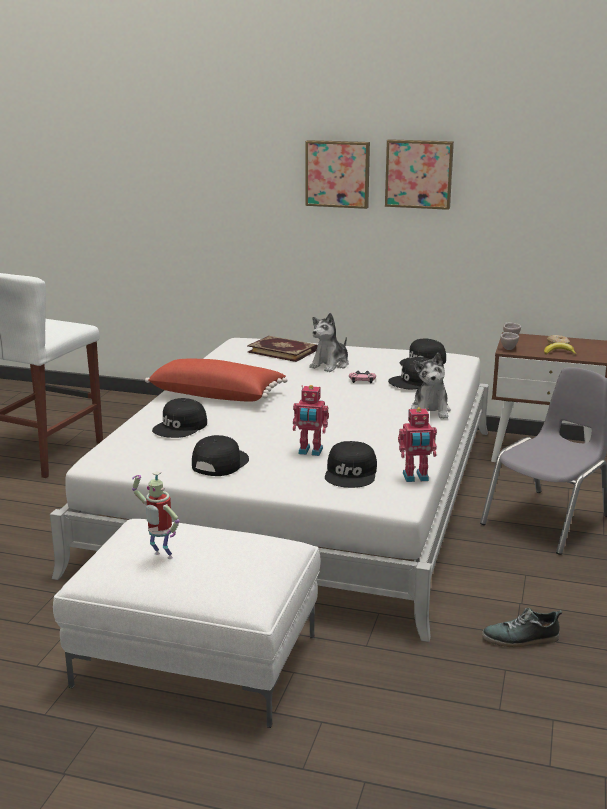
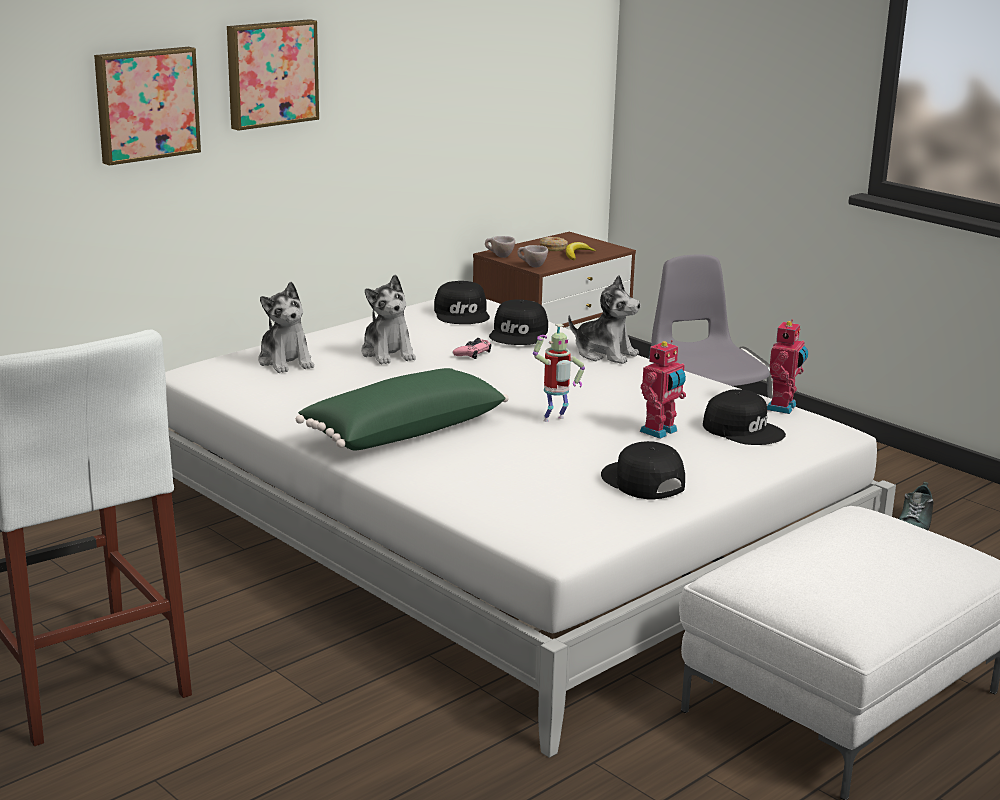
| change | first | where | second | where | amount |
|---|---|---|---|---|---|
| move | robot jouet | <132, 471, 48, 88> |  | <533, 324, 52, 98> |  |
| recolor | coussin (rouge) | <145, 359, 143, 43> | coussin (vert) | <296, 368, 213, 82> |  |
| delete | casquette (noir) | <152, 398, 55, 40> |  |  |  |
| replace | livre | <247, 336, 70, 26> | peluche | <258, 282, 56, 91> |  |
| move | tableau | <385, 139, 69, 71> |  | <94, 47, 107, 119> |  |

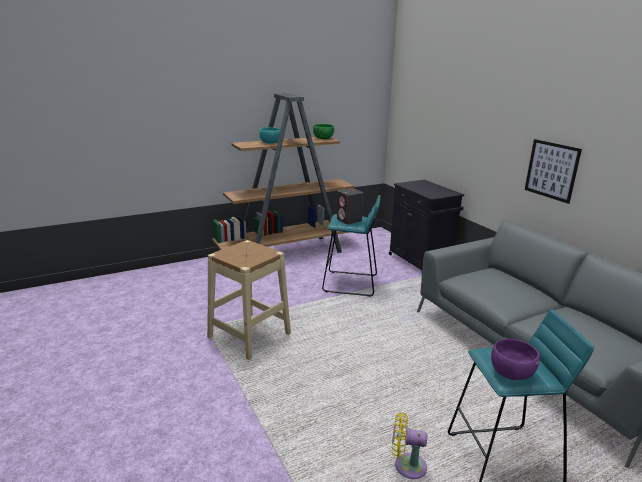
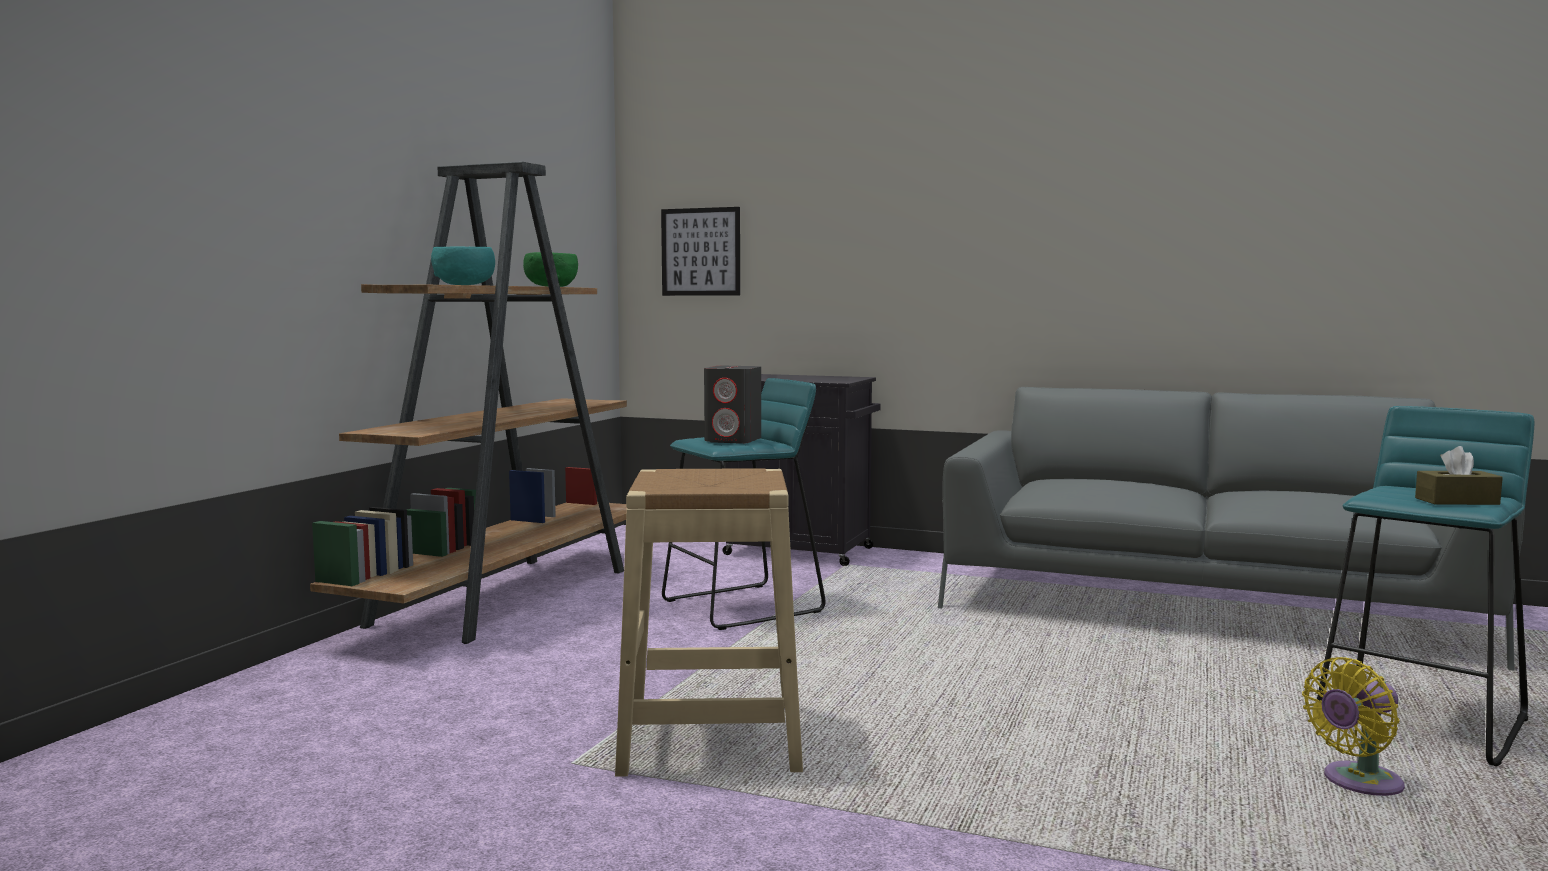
| change | first | where | second | where | amount |
|---|---|---|---|---|---|
| replace | bol (violet) | <491, 339, 49, 41> | boîte à mouchoirs (marron) | <1415, 446, 88, 59> |  |
| move | tableau | <525, 139, 57, 65> |  | <661, 207, 79, 89> |  |

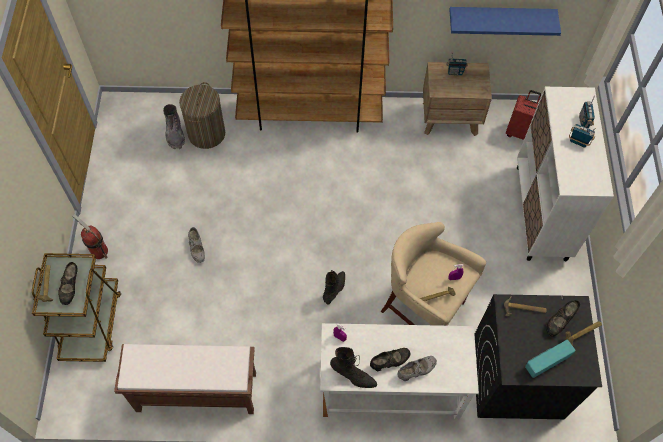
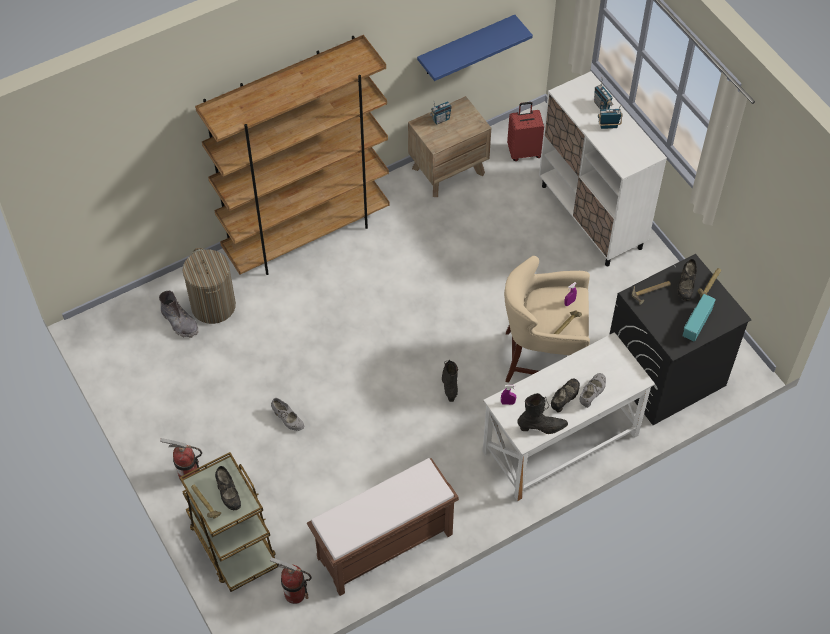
| change | first | where | second | where | amount |
|---|---|---|---|---|---|
| insert |  |  | extincteur | <270, 557, 42, 47> |  |

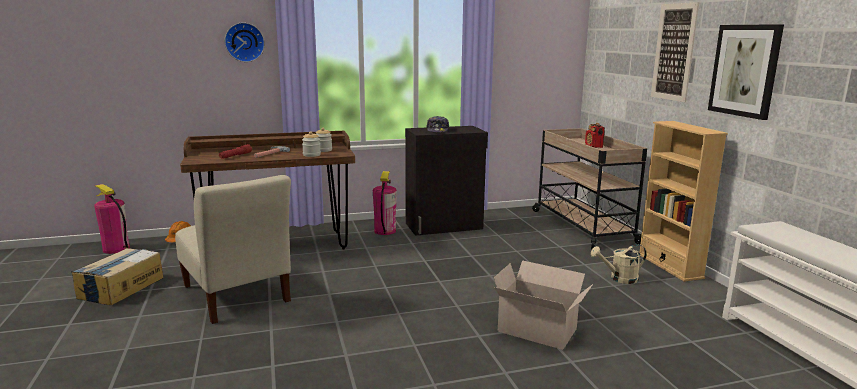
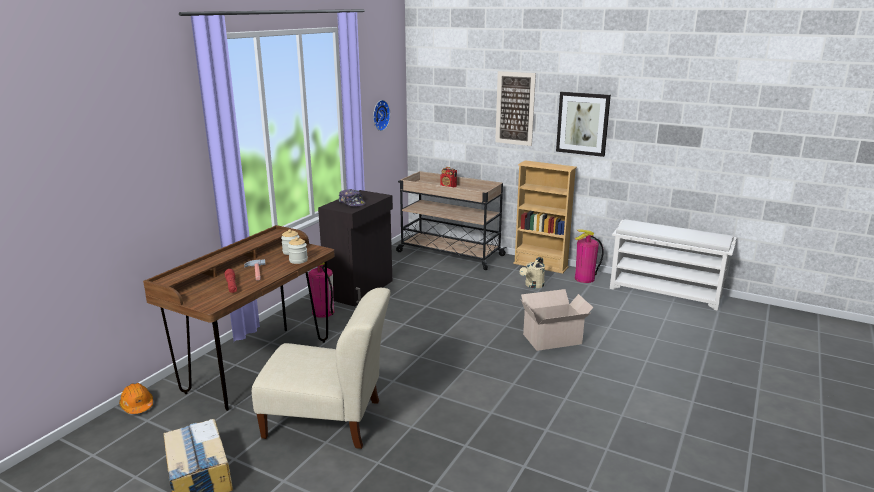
| change | first | where | second | where | amount |
|---|---|---|---|---|---|
| move | extincteur | <94, 184, 36, 70> |  | <575, 230, 29, 53> |  |
| move | horloge murale | <224, 22, 41, 40> |  | <373, 100, 17, 31> |  |

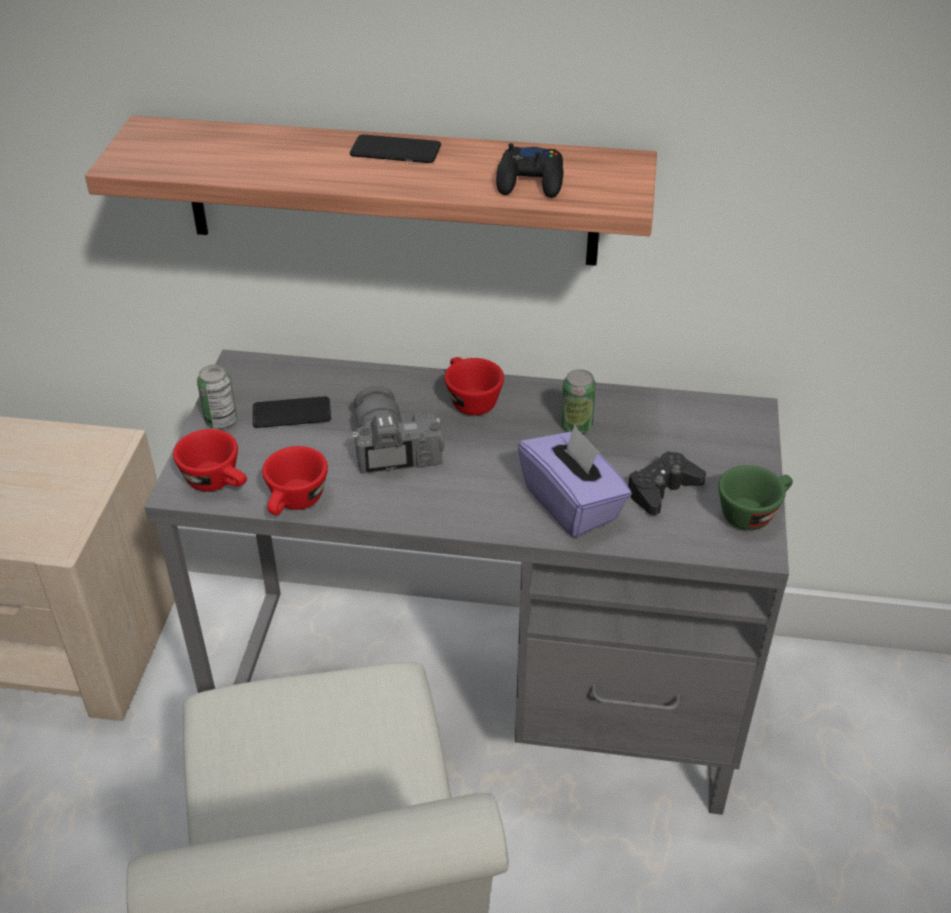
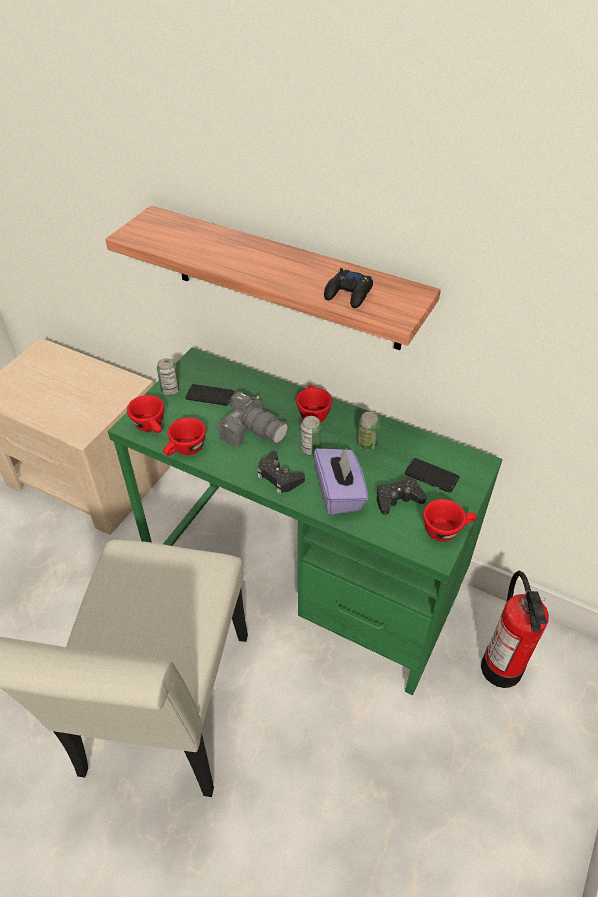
| change | first | where | second | where | amount |
|---|---|---|---|---|---|
| recolor | bureau (gris) | <144, 349, 645, 466> | bureau (vert) | <108, 348, 395, 347> |  |
| move | téléphone | <350, 134, 91, 29> |  | <405, 458, 54, 35> |  |
| rotate | appareil photo | <352, 386, 93, 88> |  | <217, 391, 71, 55> | 120 degrees clockwise |
| recolor | tasse (vert) | <718, 465, 75, 65> | tasse (rouge) | <423, 499, 53, 43> |  |
| insert |  |  | manette (noir) | <258, 452, 47, 42> |  |
| insert |  |  | boîte métallique | <301, 416, 21, 39> |  |
| insert |  |  | extincteur | <481, 571, 68, 117> |  |

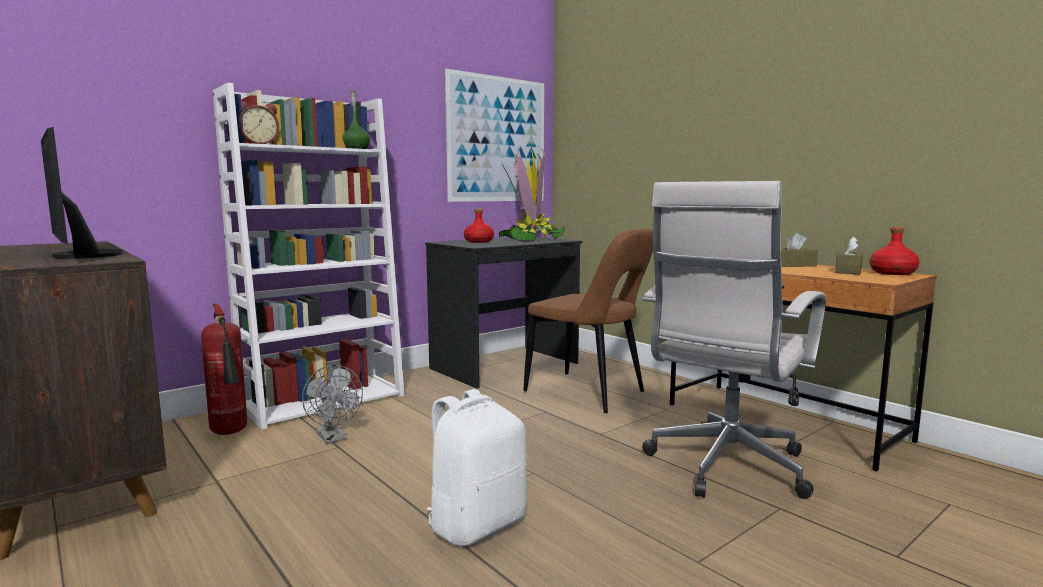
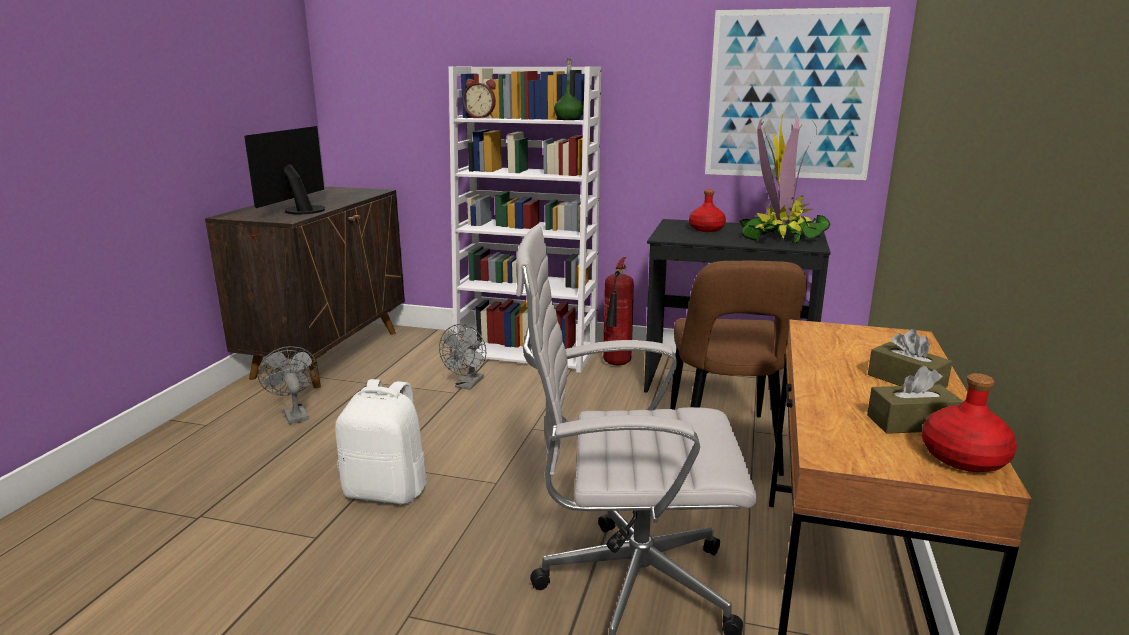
| change | first | where | second | where | amount |
|---|---|---|---|---|---|
| move | extincteur | <201, 304, 46, 131> |  | <603, 257, 31, 108> |  |
| insert |  |  | ventilateur (gris) | <258, 346, 59, 78> |  |

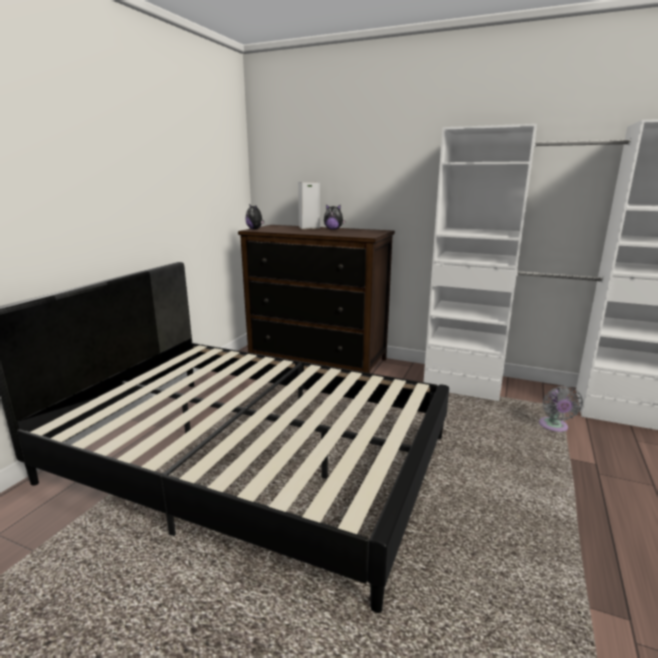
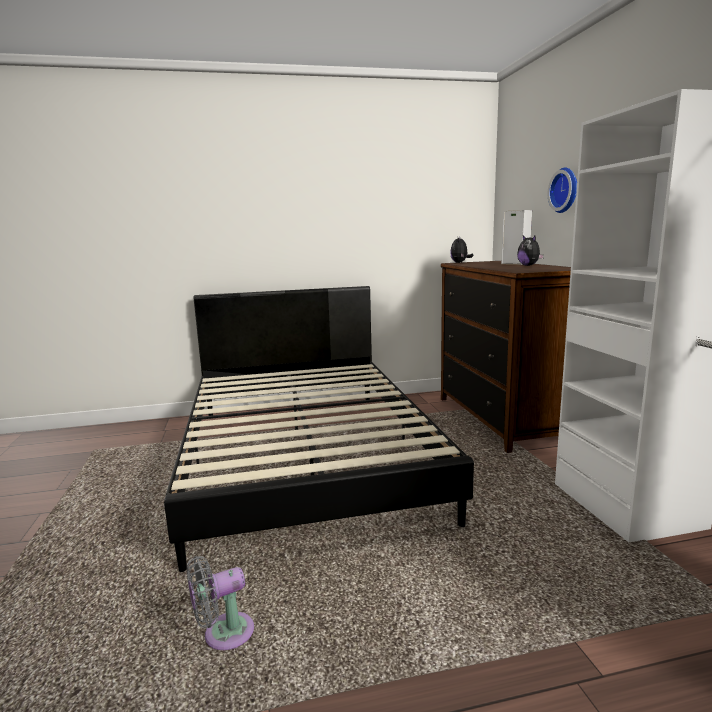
| change | first | where | second | where | amount |
|---|---|---|---|---|---|
| move | ventilateur (gris) | <539, 386, 44, 46> |  | <187, 556, 67, 94> |  |
| insert |  |  | horloge murale | <548, 168, 29, 45> |  |

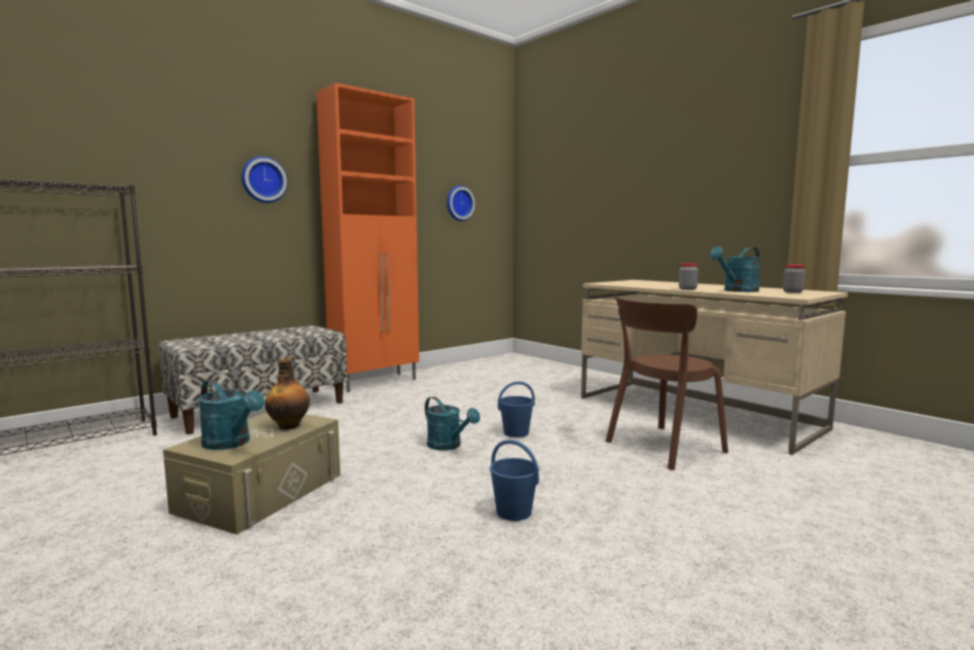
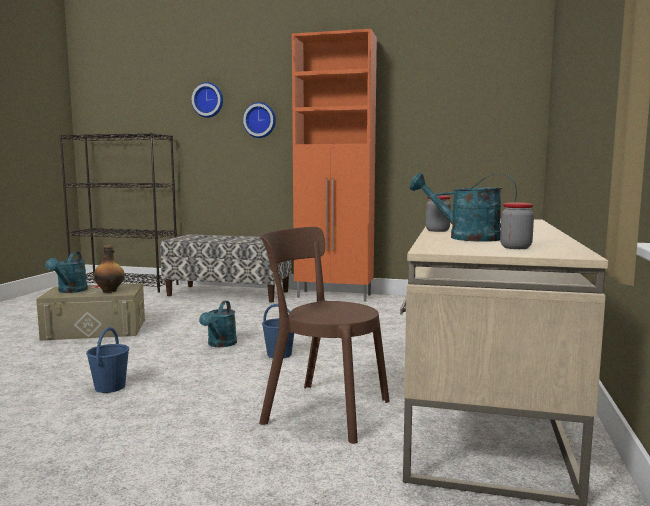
| change | first | where | second | where | amount |
|---|---|---|---|---|---|
| move | horloge murale | <447, 186, 28, 35> |  | <192, 82, 31, 36> |  |

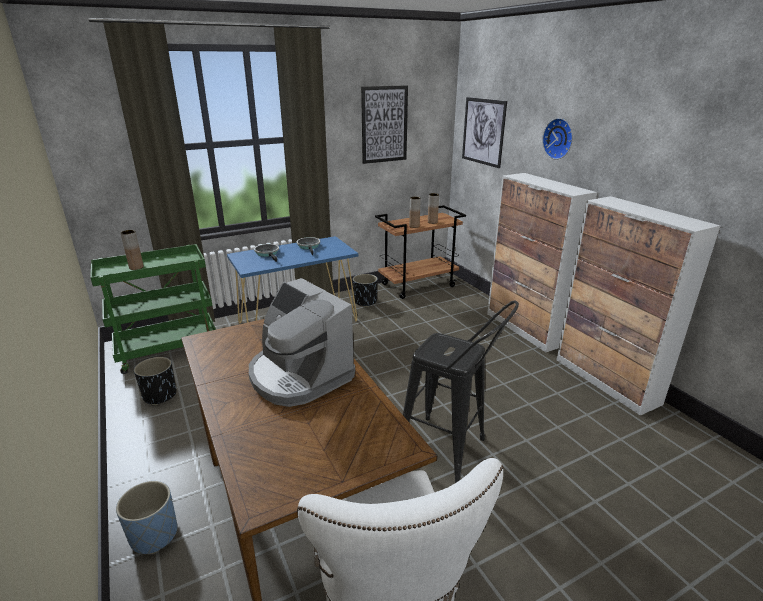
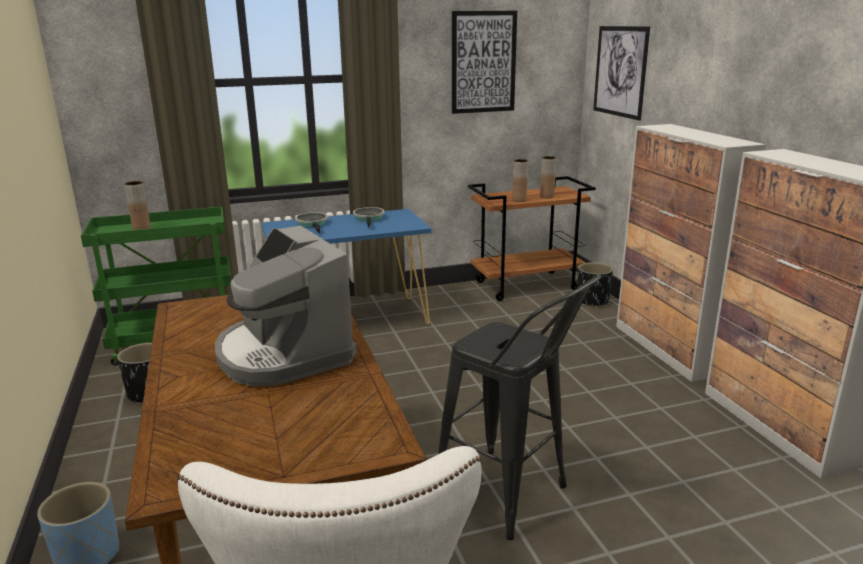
| change | first | where | second | where | amount |
|---|---|---|---|---|---|
| move | cache-pot (noir) | <353, 274, 25, 33> |  | <577, 262, 36, 45> |  |
| delete | horloge murale | <542, 118, 31, 42> |  |  |  |

